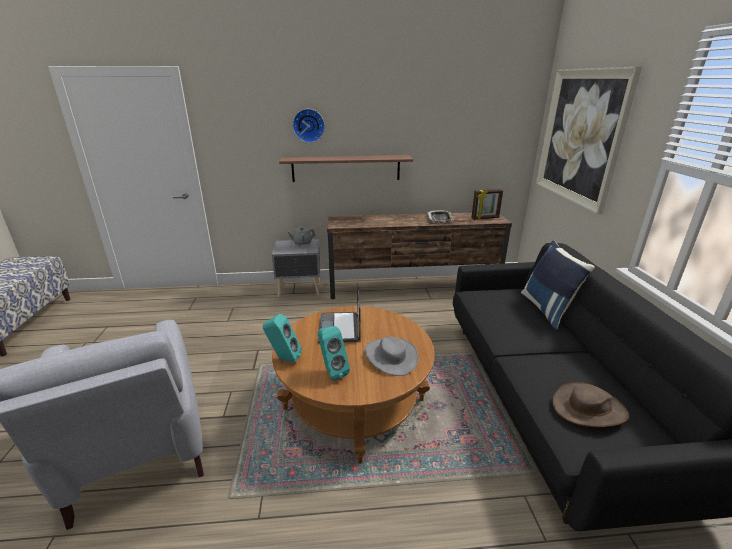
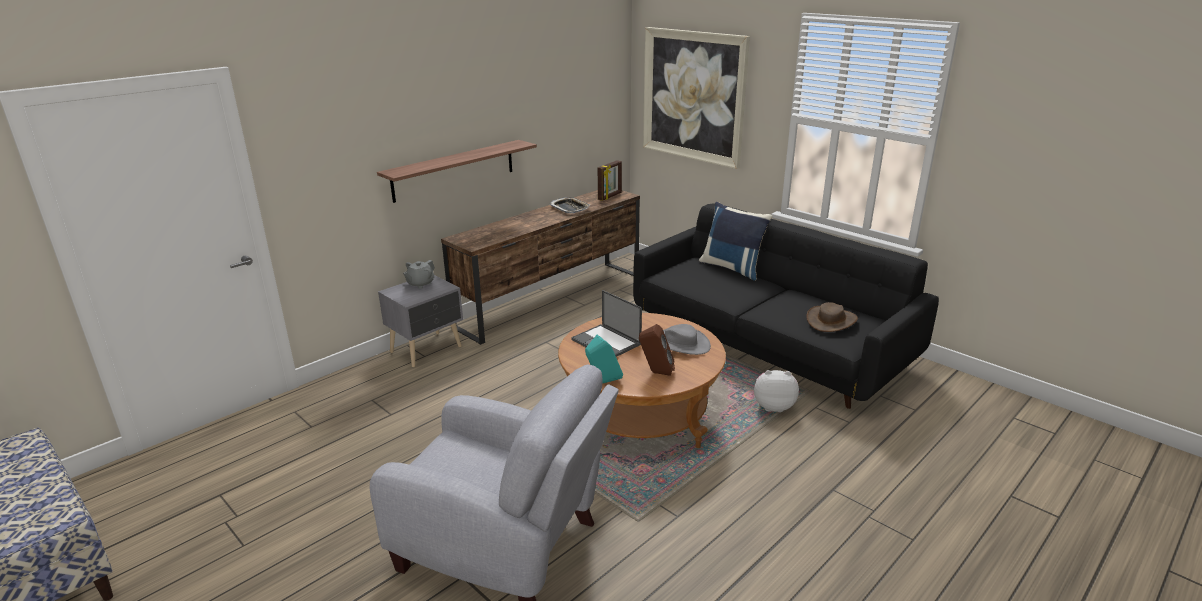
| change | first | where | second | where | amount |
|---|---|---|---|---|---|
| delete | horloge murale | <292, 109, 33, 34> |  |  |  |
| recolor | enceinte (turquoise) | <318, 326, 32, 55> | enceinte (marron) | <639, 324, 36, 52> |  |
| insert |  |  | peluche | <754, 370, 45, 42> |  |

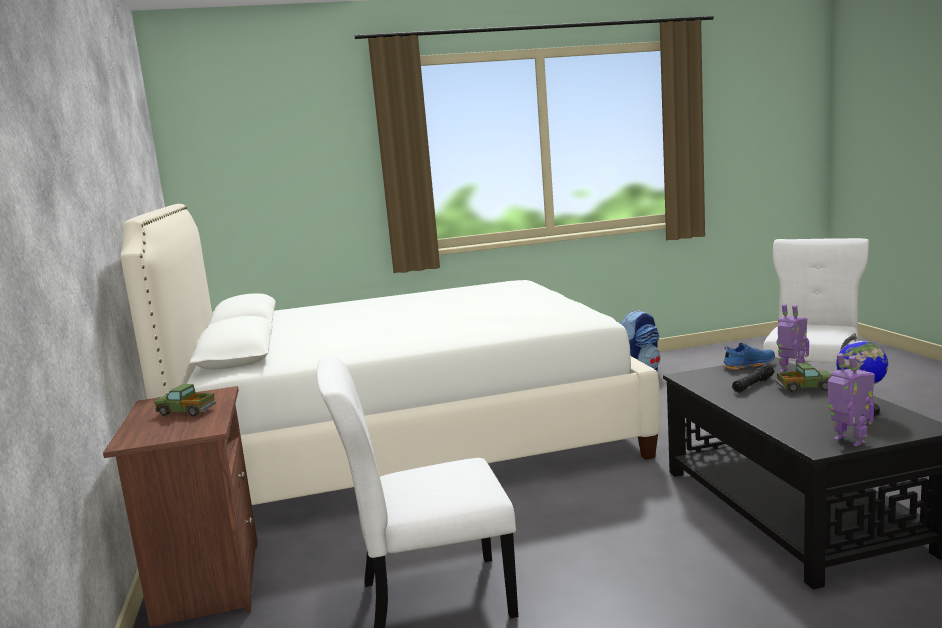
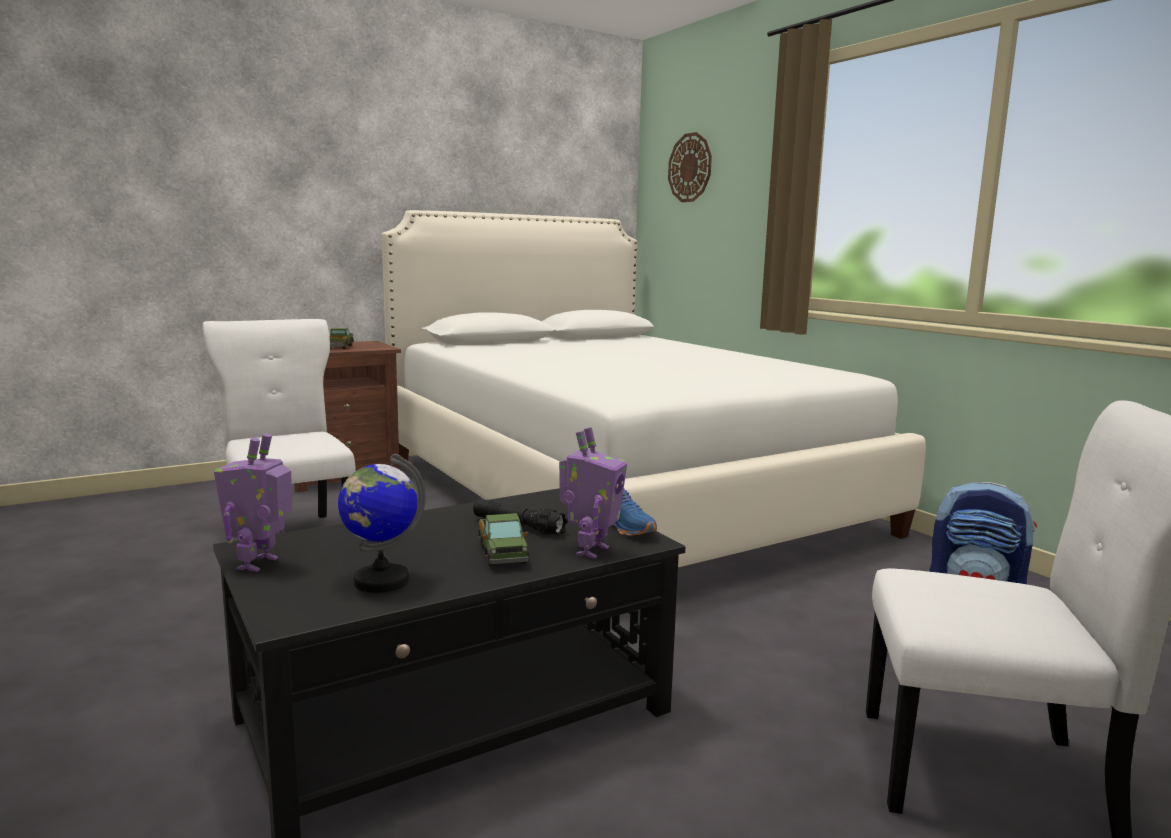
| change | first | where | second | where | amount |
|---|---|---|---|---|---|
| rotate | robot jouet | <828, 353, 47, 94> |  | <214, 433, 78, 139> | 150 degrees clockwise |
| insert |  |  | horloge murale | <668, 132, 44, 70> |  |

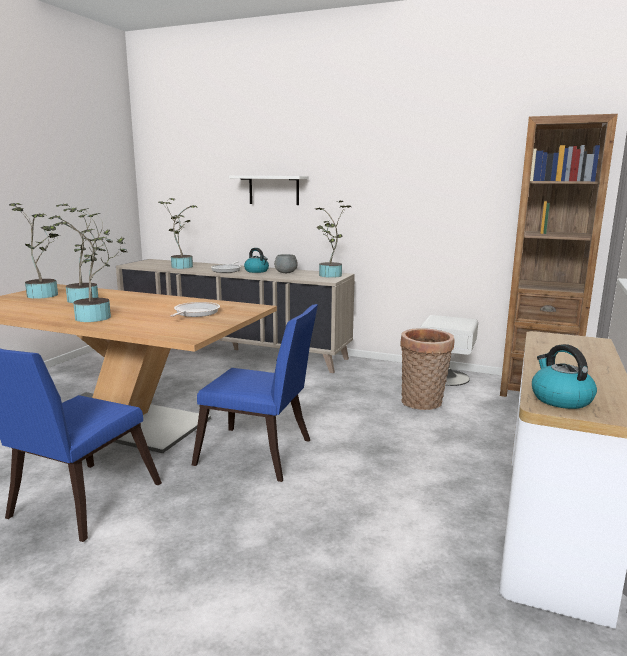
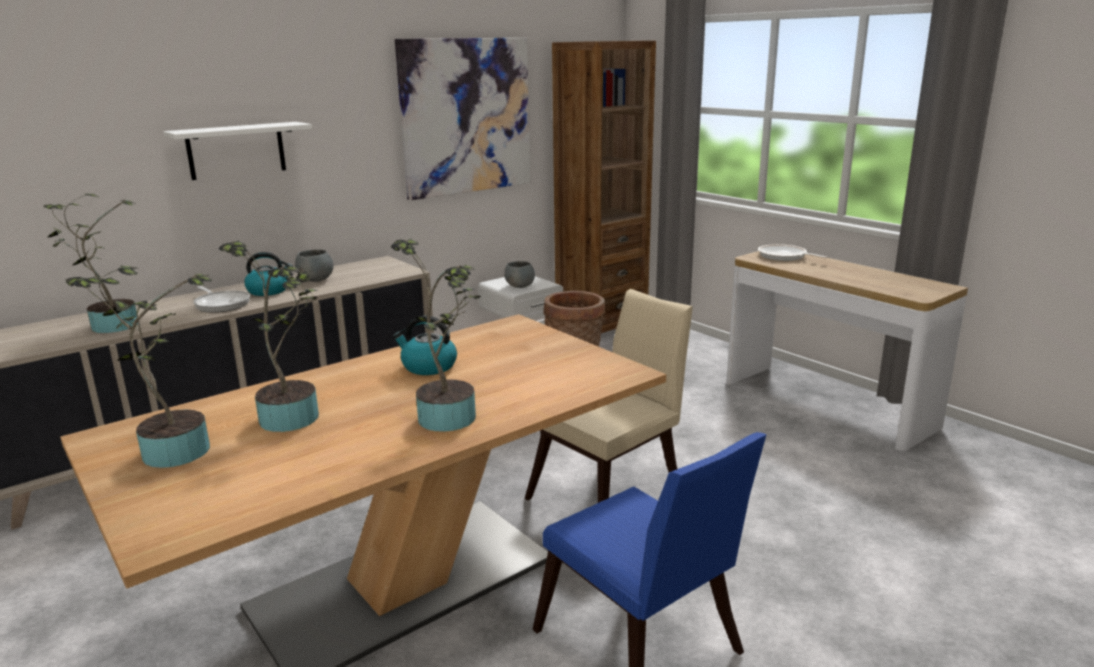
| change | first | where | second | where | amount |
|---|---|---|---|---|---|
| move | poêle | <170, 302, 50, 15> |  | <758, 244, 69, 17> |  |
| recolor | chaise (bleu) | <192, 304, 126, 178> | chaise (beige) | <525, 289, 168, 214> |  |
| delete | plante en pot | <316, 201, 36, 77> |  |  |  |
| move | bouilloire | <532, 344, 65, 65> |  | <393, 316, 64, 59> |  |
| insert |  |  | tableau | <395, 38, 135, 162> |  |
| insert |  |  | bol (gris) | <504, 261, 31, 27> |  |

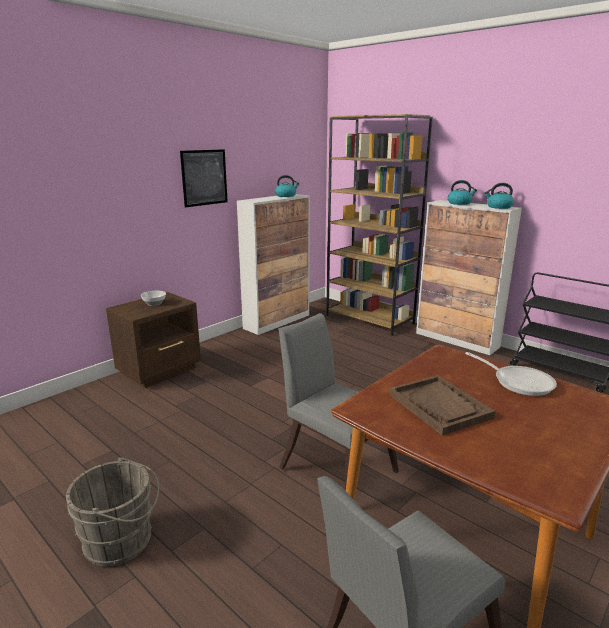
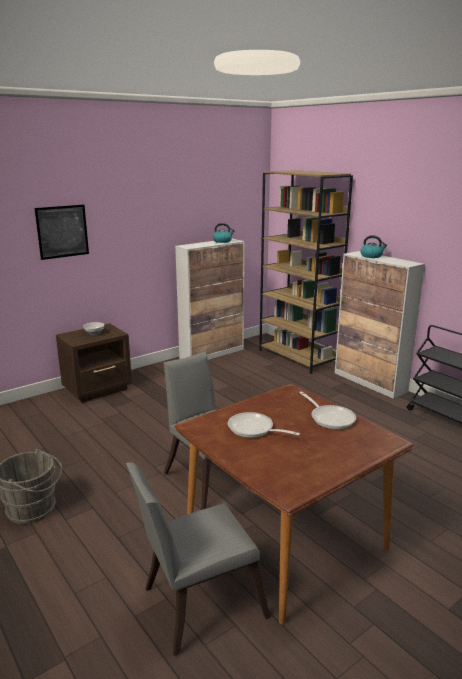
| change | first | where | second | where | amount |
|---|---|---|---|---|---|
| move | tableau | <180, 149, 48, 59> |  | <34, 205, 55, 55> |  |
| replace | plateau (marron) | <389, 375, 107, 61> | poêle | <228, 412, 72, 26> |  |
| delete | bouilloire | <485, 183, 29, 26> |  |  |  |

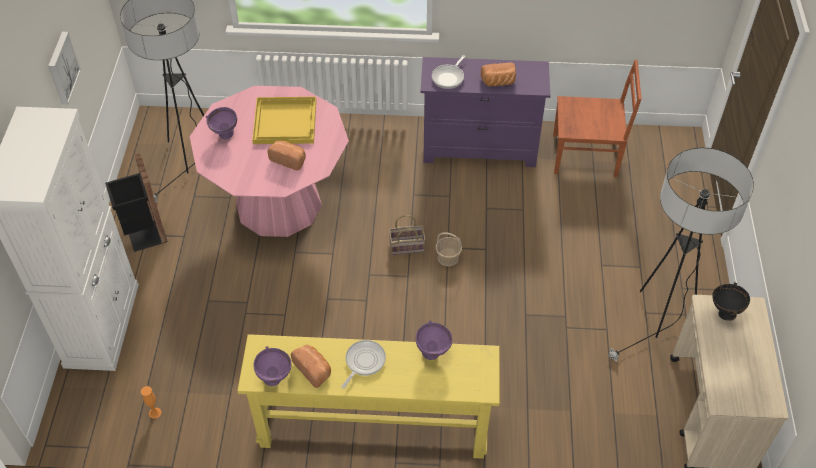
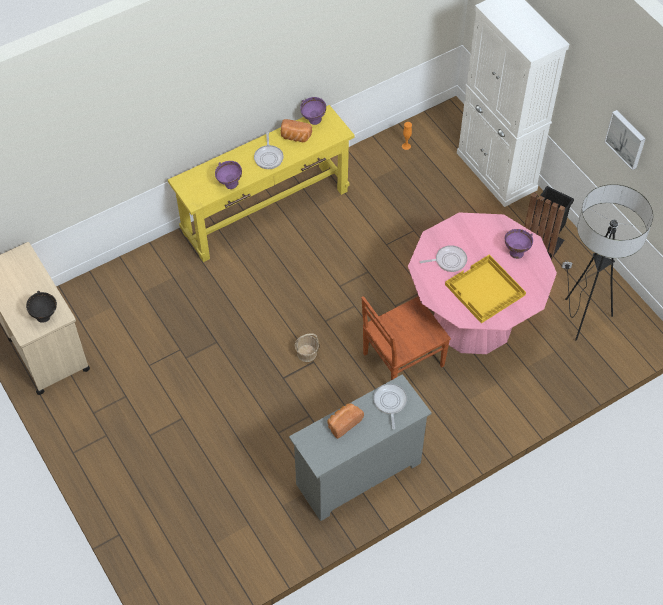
| change | first | where | second | where | amount |
|---|---|---|---|---|---|
| replace | pain | <267, 141, 39, 29> | poêle | <420, 245, 47, 27> |  |
| delete | panier | <389, 215, 36, 40> |  |  |  |
| recolor | commode (violet) | <420, 57, 130, 110> | commode (gris) | <289, 374, 143, 147> |  |
| move | chaise (marron) | <553, 59, 89, 118> |  | <361, 296, 90, 84> |  |
| delete | lampadaire | <607, 147, 147, 215> |  |  |  |

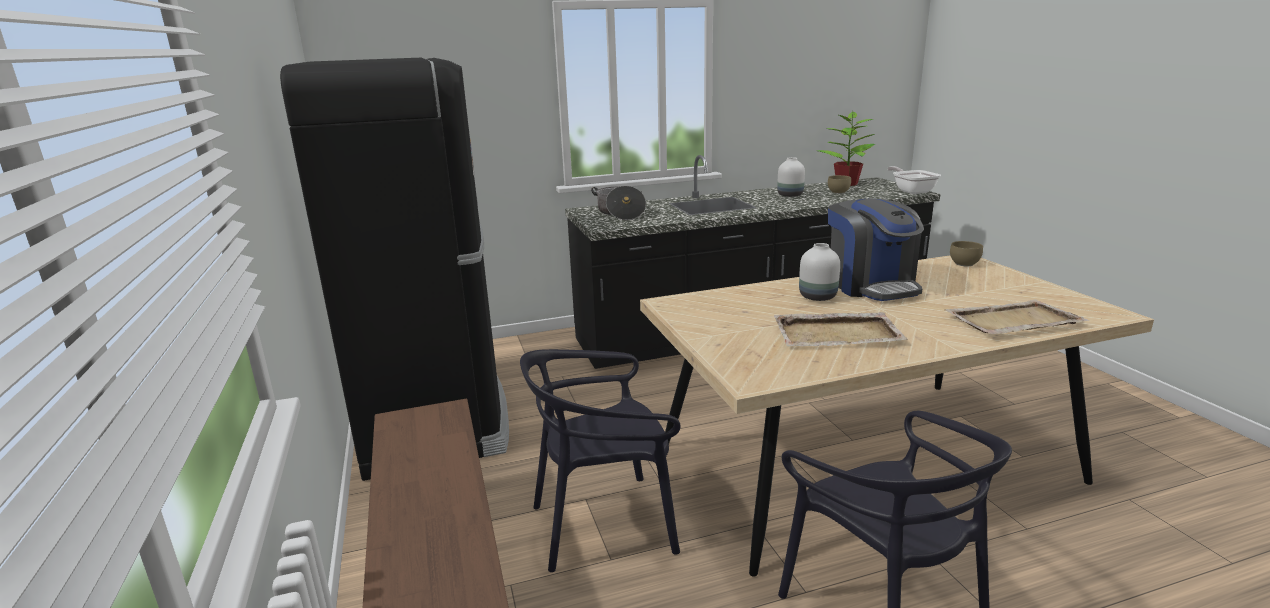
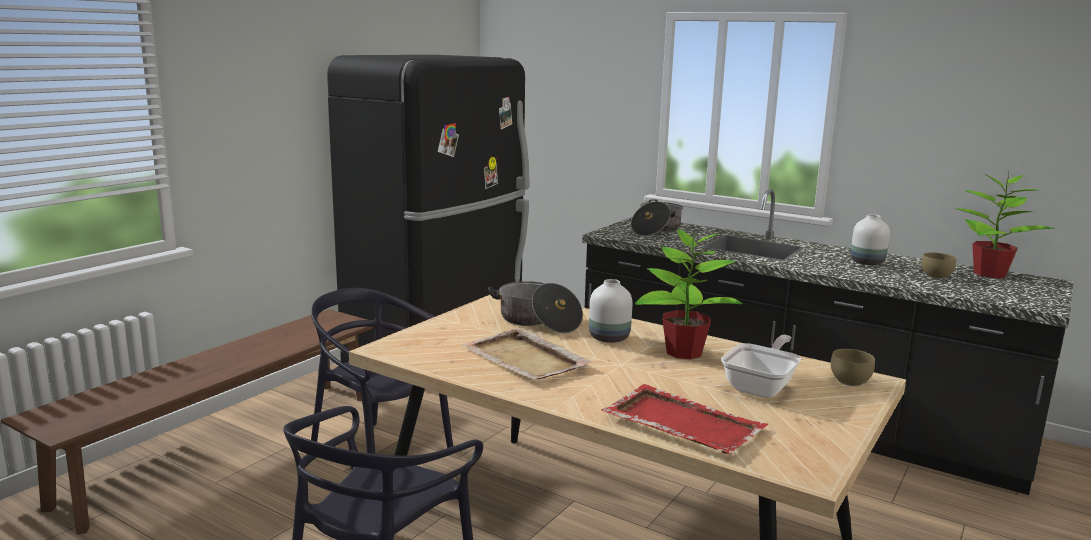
| change | first | where | second | where | amount |
|---|---|---|---|---|---|
| replace | machine à café | <828, 198, 96, 103> | plante en pot | <635, 227, 108, 133> |  |
| move | poêle | <888, 166, 53, 28> |  | <721, 335, 80, 63> |  |
| recolor | plateau (beige) | <945, 299, 145, 35> | plateau (rouge) | <601, 384, 167, 70> |  |
| insert |  |  | marmite | <488, 281, 95, 52> |  |

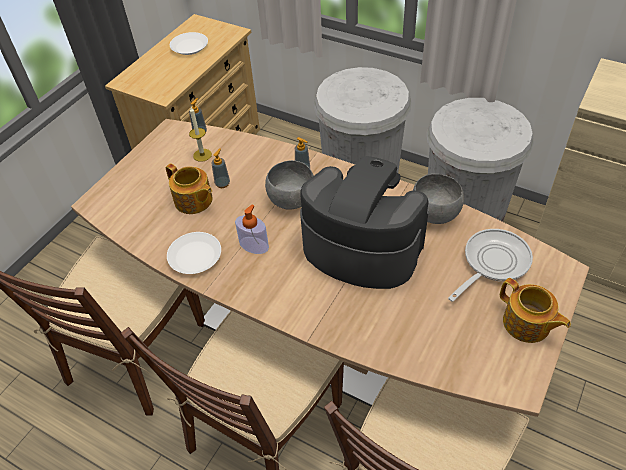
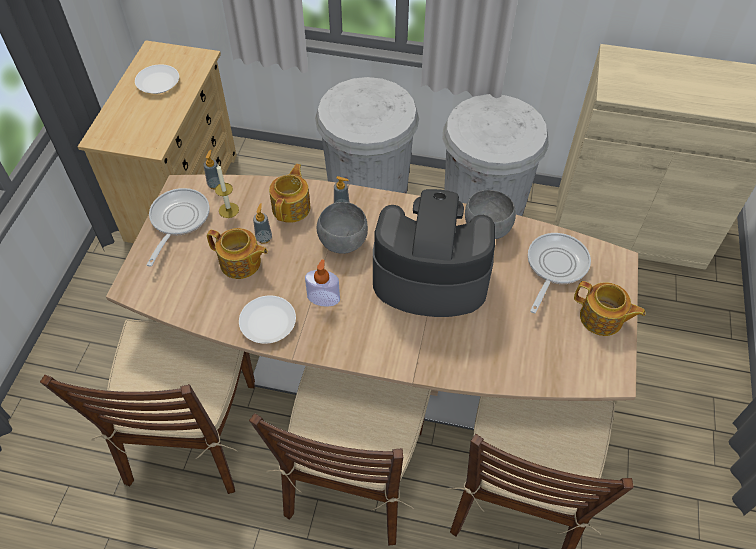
| change | first | where | second | where | amount |
|---|---|---|---|---|---|
| insert |  |  | poêle | <147, 188, 63, 79> |  |
| insert |  |  | théière | <269, 164, 42, 59> |  |

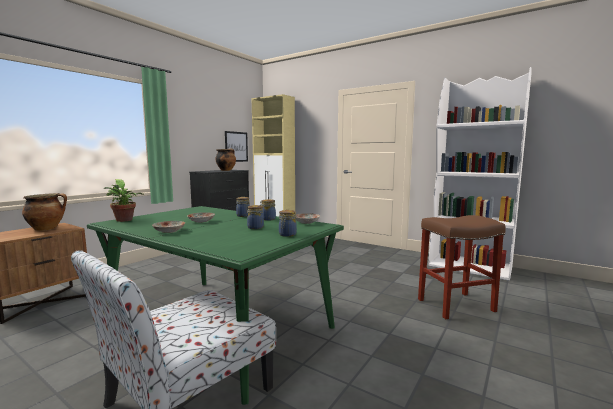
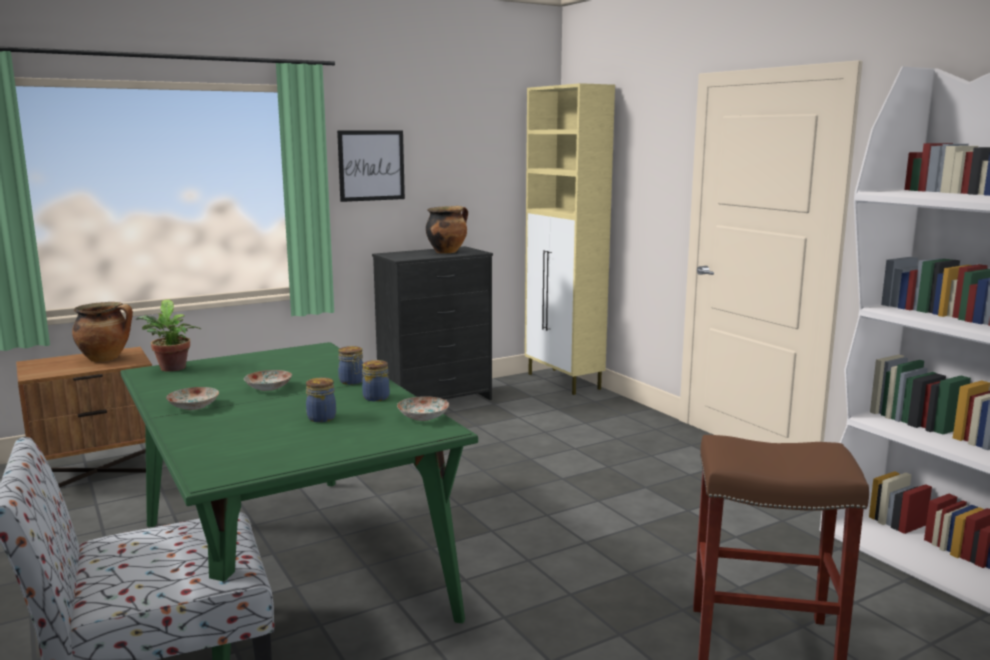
| change | first | where | second | where | amount |
|---|---|---|---|---|---|
| move | tableau | <225, 131, 23, 31> |  | <337, 130, 68, 72> |  |
| delete | bocal | <279, 210, 18, 27> |  |  |  |

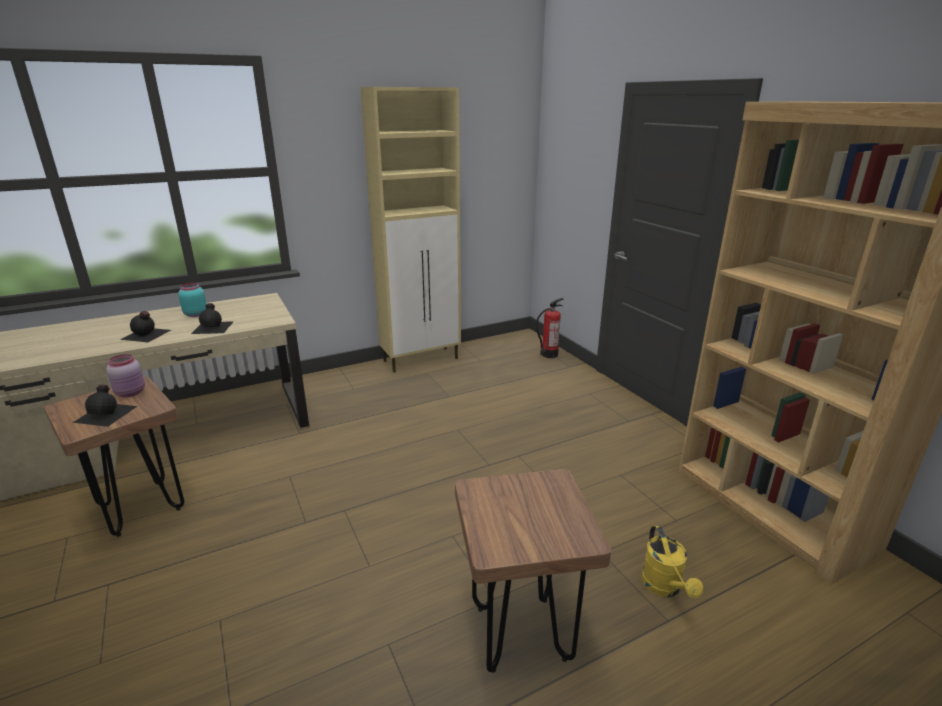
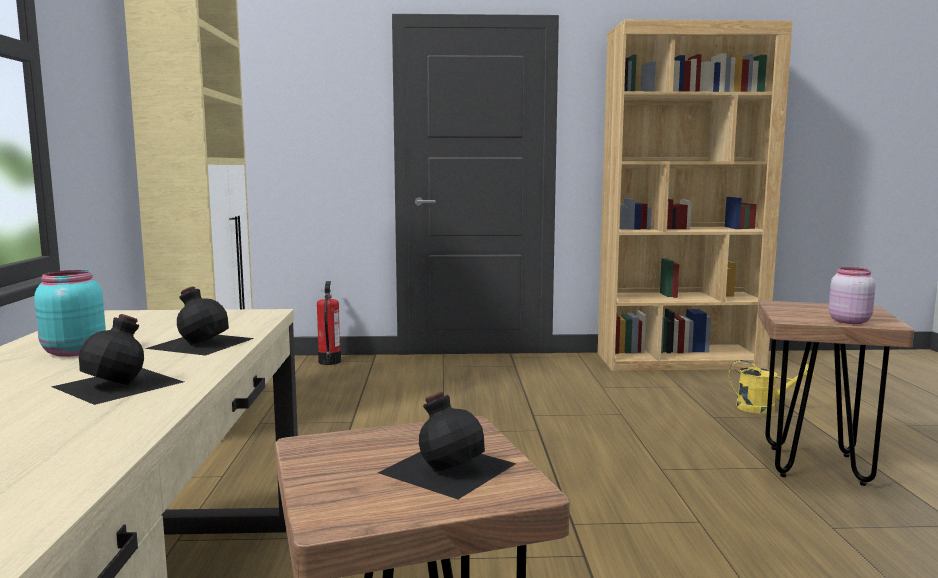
| change | first | where | second | where | amount |
|---|---|---|---|---|---|
| move | bocal (rose) | <106, 354, 39, 43> |  | <829, 267, 47, 57> |  |

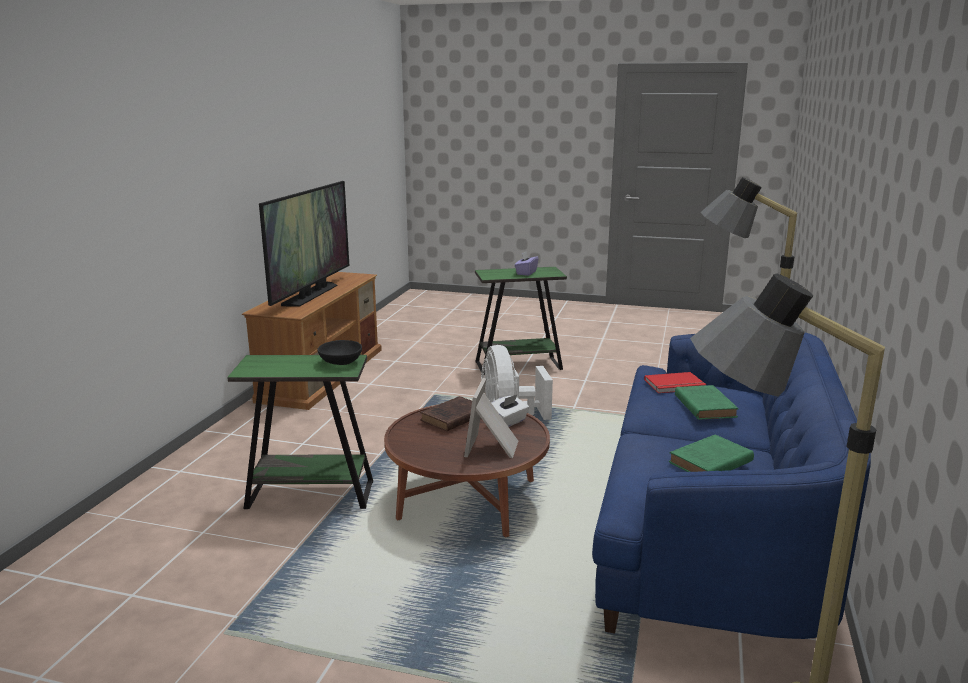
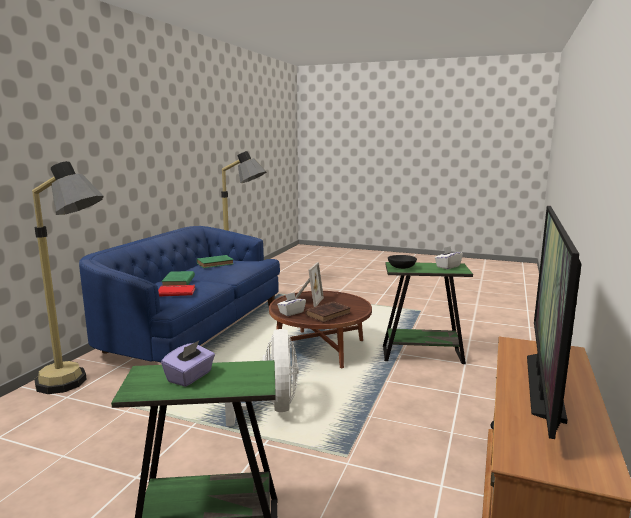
| change | first | where | second | where | amount |
|---|---|---|---|---|---|
| insert |  |  | boîte à mouchoirs (blanc) | <435, 246, 28, 23> |  |

